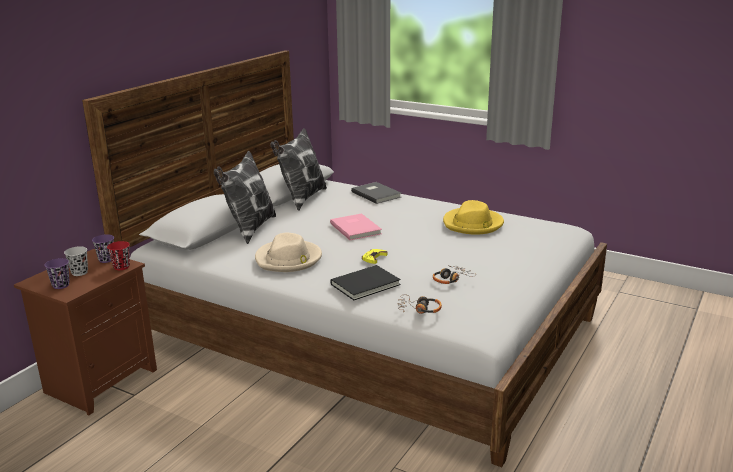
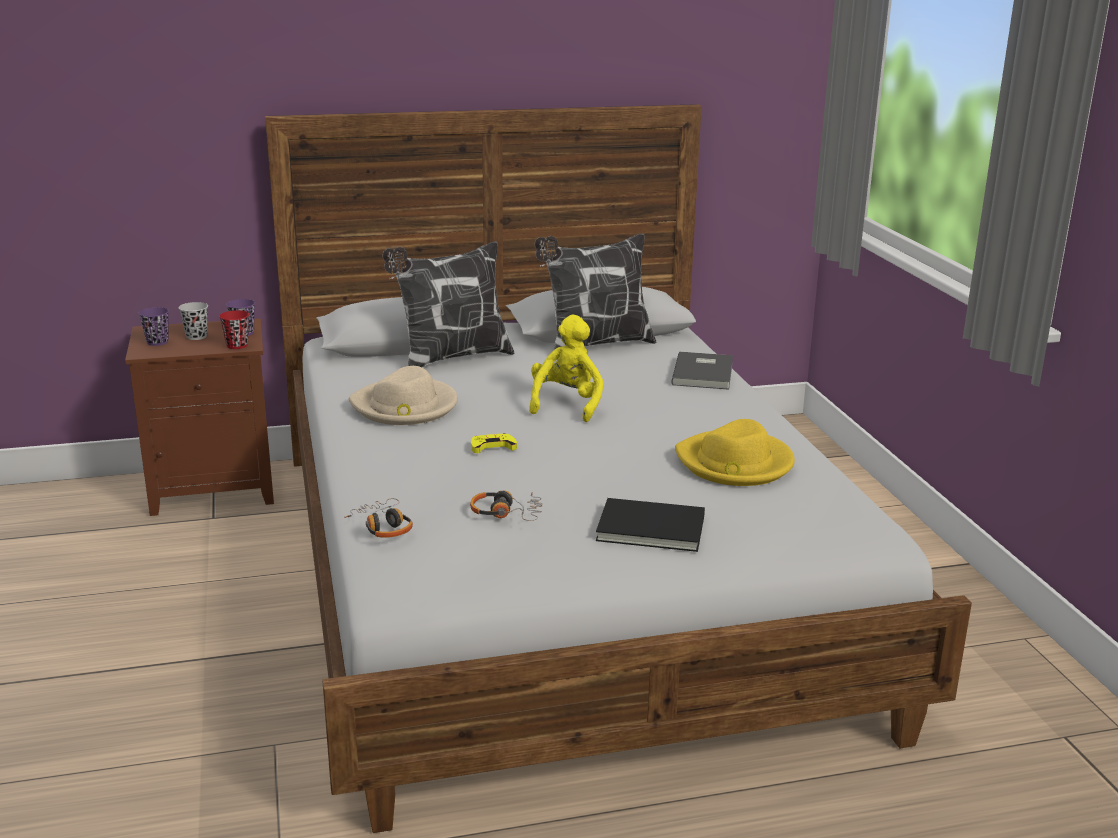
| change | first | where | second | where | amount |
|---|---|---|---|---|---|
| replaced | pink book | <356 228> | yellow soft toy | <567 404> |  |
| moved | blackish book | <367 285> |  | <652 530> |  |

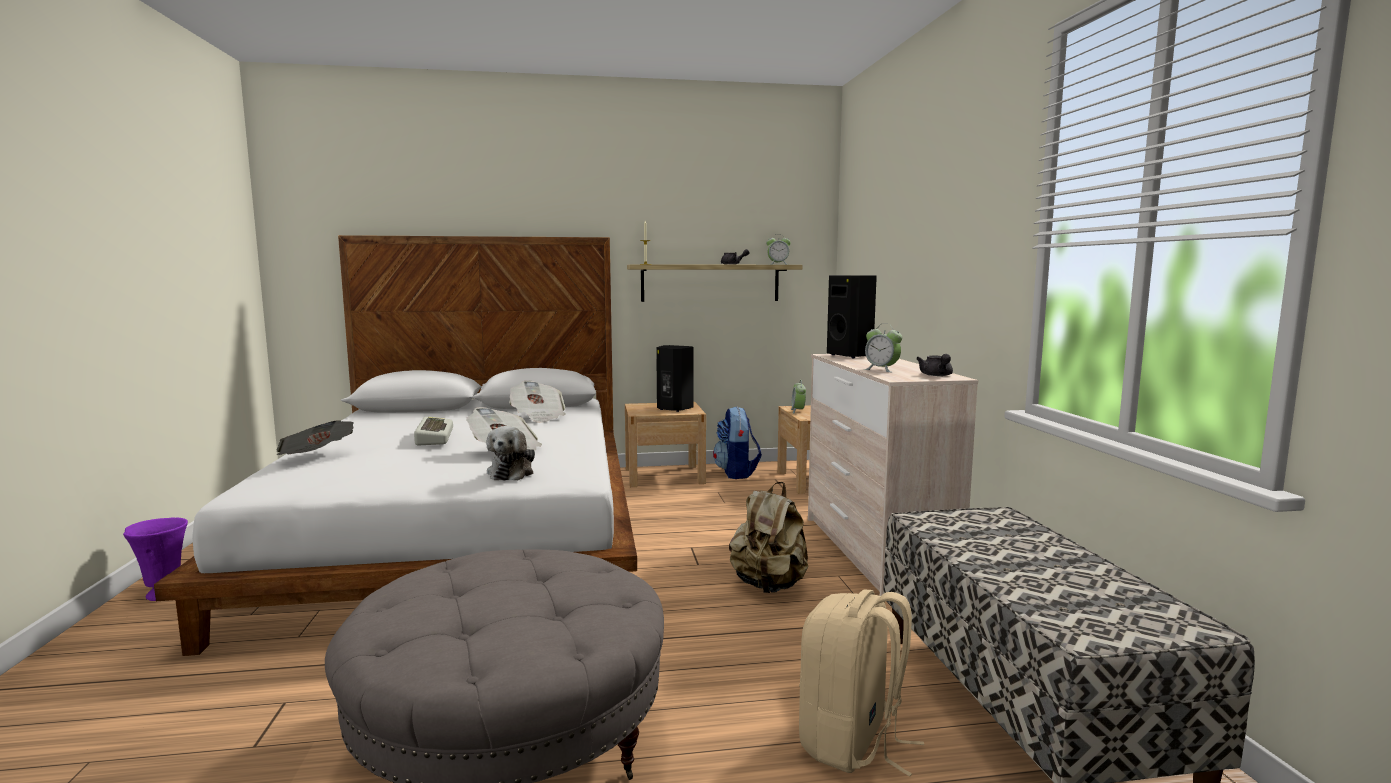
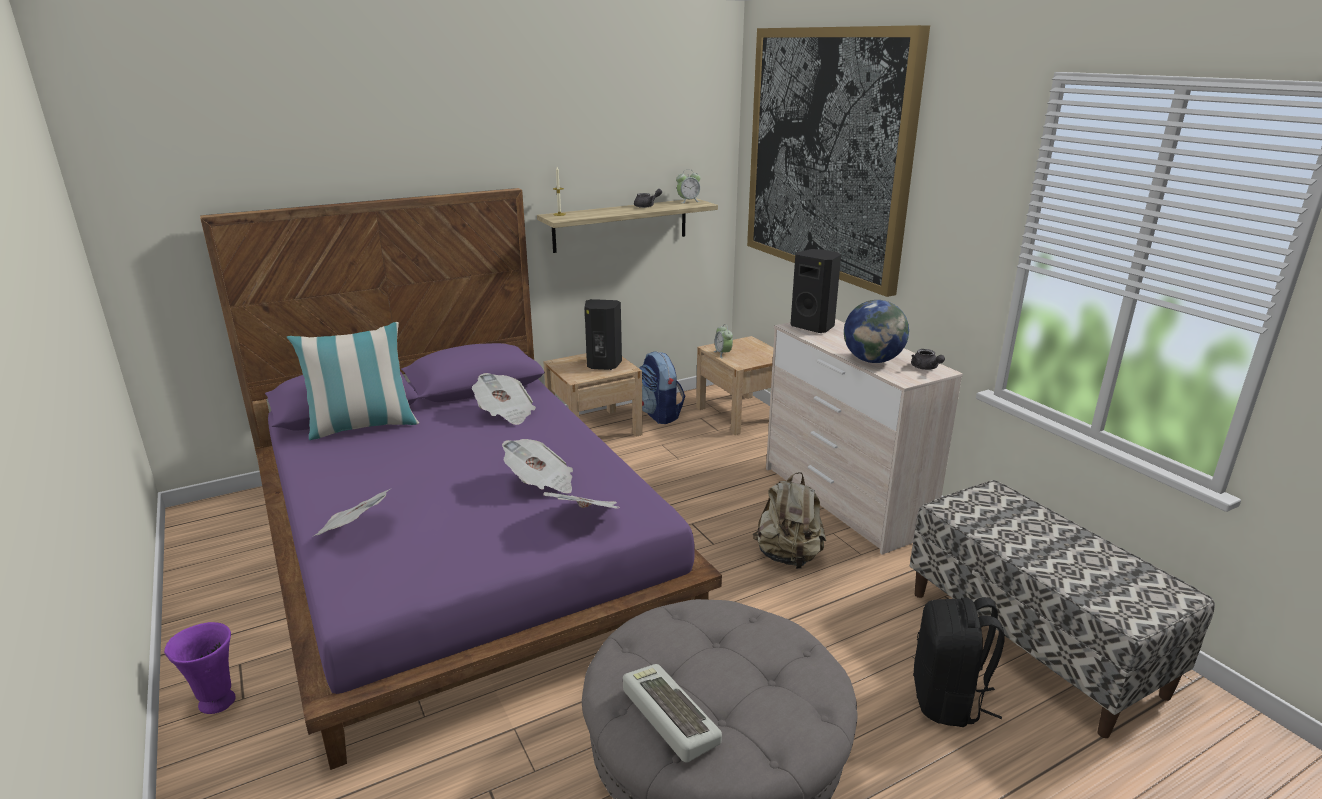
| change | first | where | second | where | amount |
|---|---|---|---|---|---|
| recoloured | whitish bedroom bed | <464 533> | purplish bedroom bed | <463 548> |  |
| replaced | table clock | <882 370> | globe | <872 360> |  |
| moved | keyboard | <433 437> |  | <667 717> |  |
| replaced | soft toy | <512 473> | printed paper | <586 518> |  |
| recoloured | sand-coloured knapsack | <852 743> | blackish knapsack | <948 700> |  |
| added |  |  | wall picture | <827 154> |  |
| added |  |  | pillow | <362 426> |  |

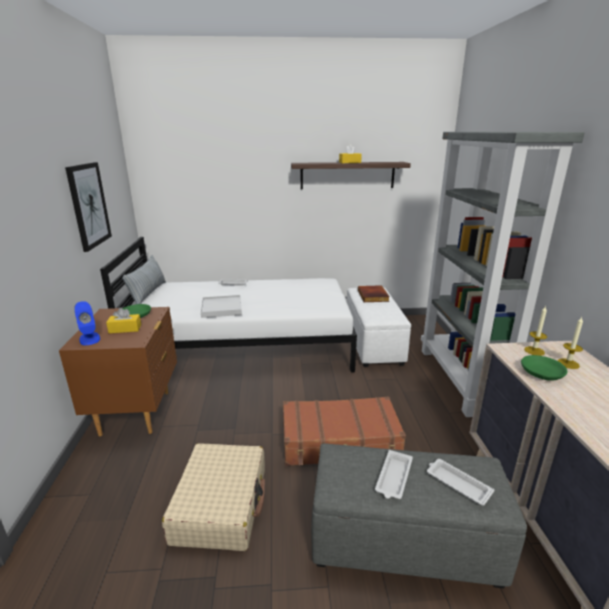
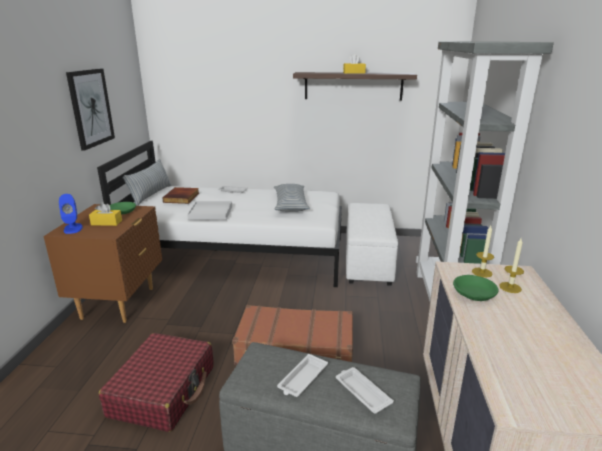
| change | first | where | second | where | amount |
|---|---|---|---|---|---|
| moved | book | <373 296> |  | <182 197> |  |
| recoloured | sand-coloured suitcase | <221 505> | red suitcase | <163 390> |  |
| added |  |  | pillow | <290 204> |  |

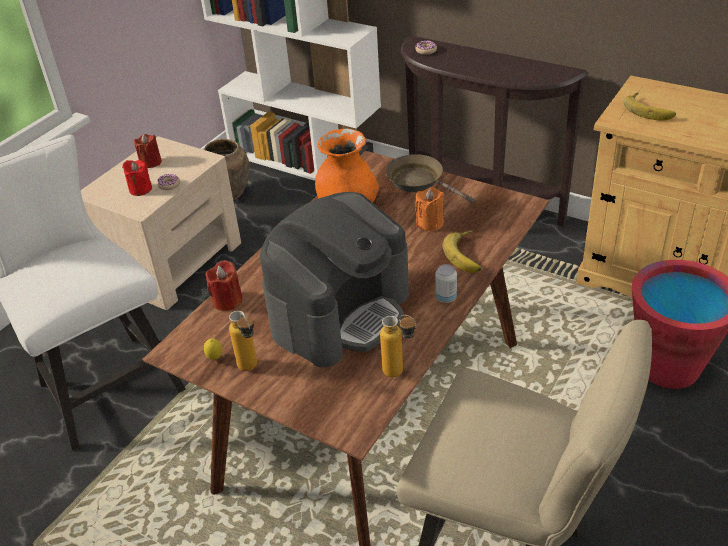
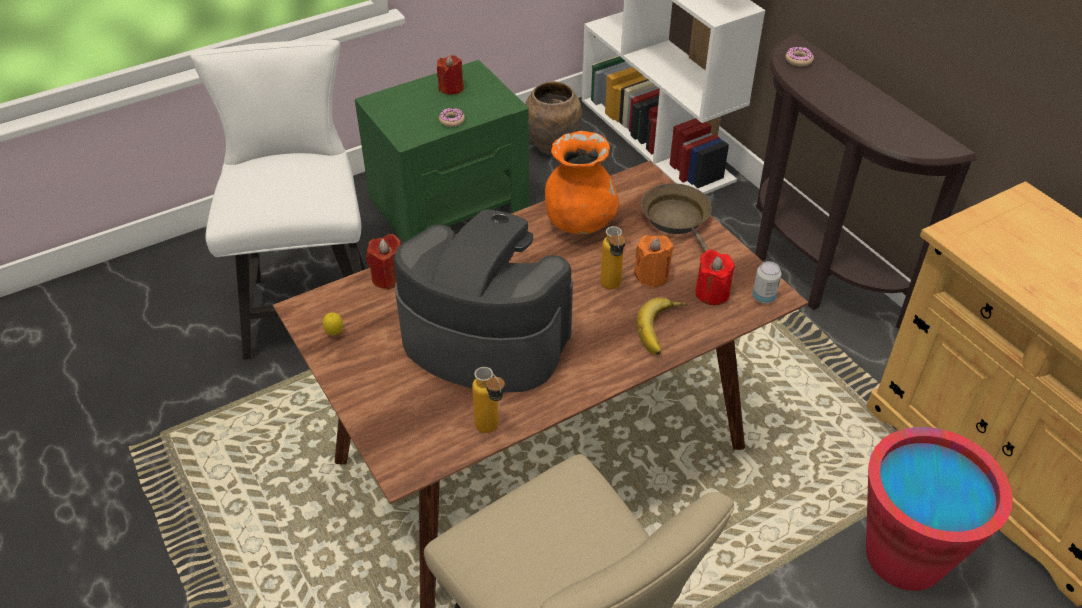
| change | first | where | second | where | amount |
|---|---|---|---|---|---|
| removed | banana fruit | <649 110> |  |  |  |
| recoloured | sand-coloured nightstand | <173 262> | greenish nightstand | <450 202> |  |
| moved | red wax candle | <140 189> |  | <712 293> |  |
| turned | coffee machine | <340 312> |  | <484 338> | 135 degrees counterclockwise |
| moved | can | <446 298> |  | <763 297> |  |
| moved | bottle | <251 370> |  | <611 289> |  |

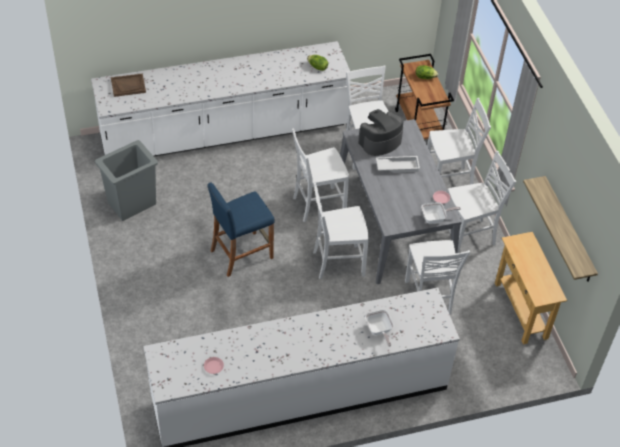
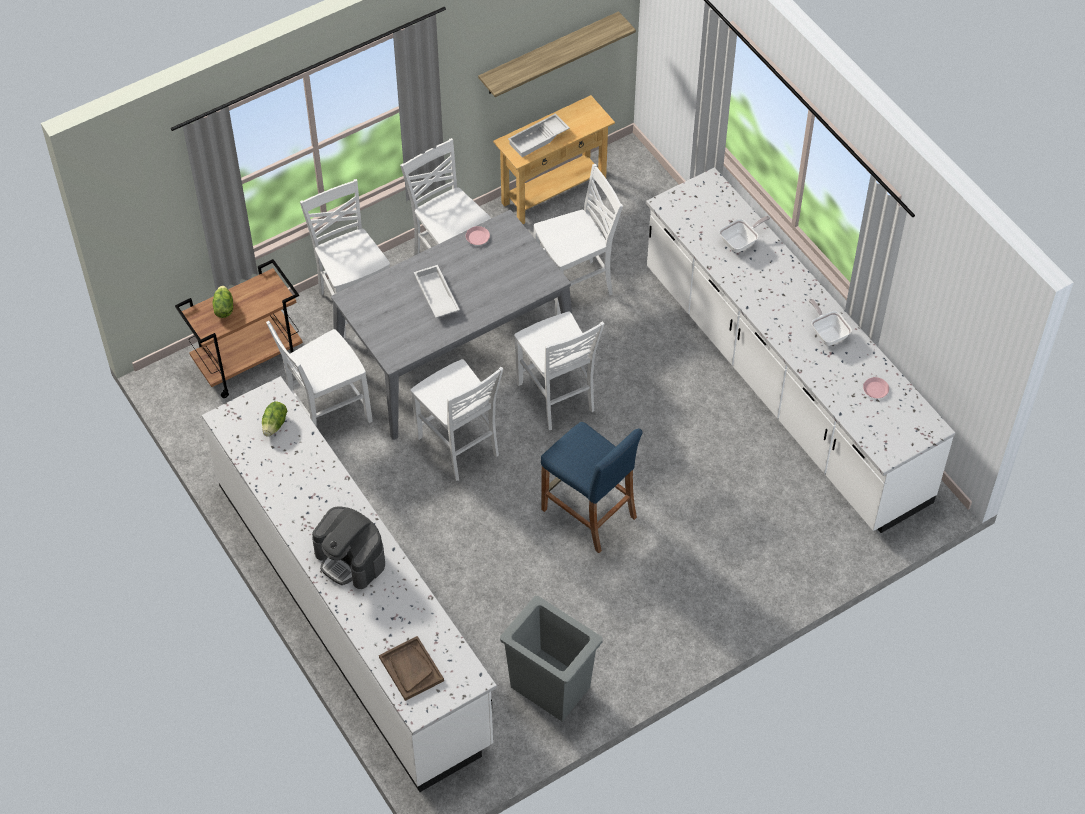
| change | first | where | second | where | amount |
|---|---|---|---|---|---|
| moved | coffee machine | <380 141> |  | <351 559> |  |
| moved | frying pan | <435 218> |  | <827 333> |  |
| added |  |  | whitish tray | <538 139> |  |

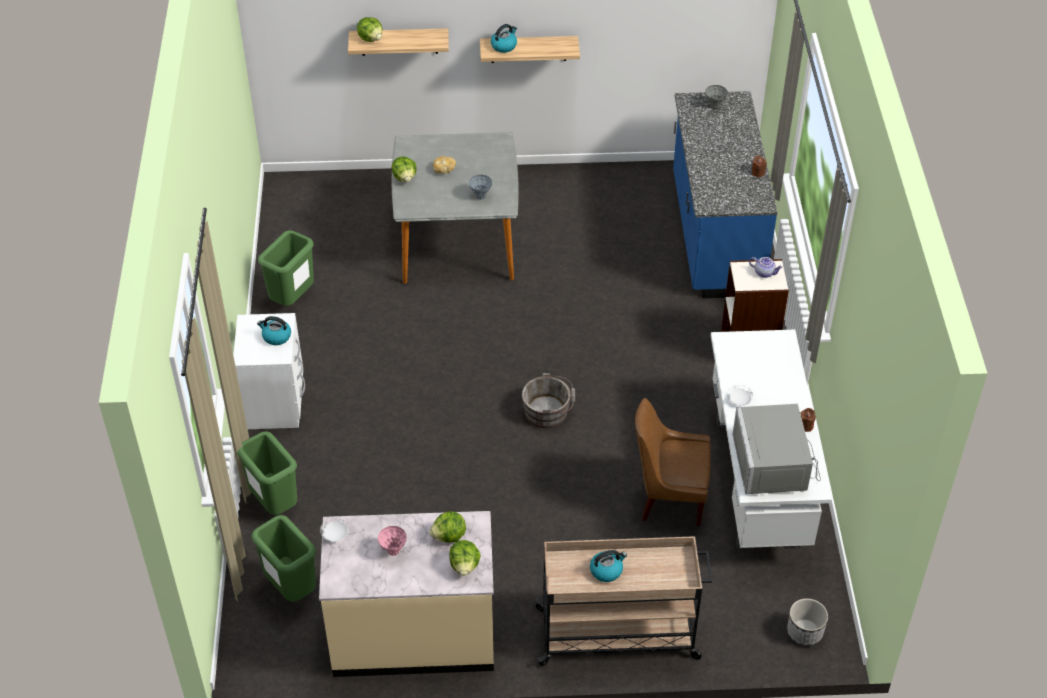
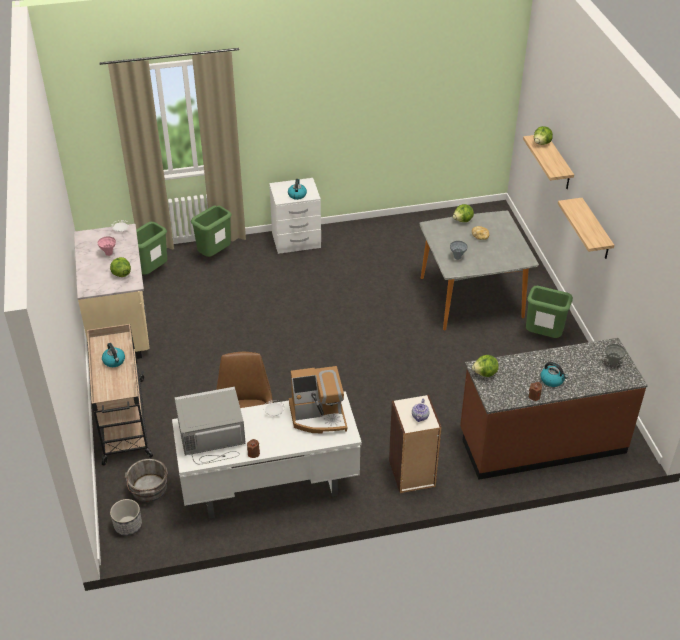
| change | first | where | second | where | amount |
|---|---|---|---|---|---|
| moved | water kettle | <504 46> |  | <552 380> |  |
| recoloured | blue counter | <714 235> | brown-coloured counter | <541 442> |  |
| moved | greenish rubbish bin | <293 300> |  | <542 336> |  |
| moved | grey water bucket | <549 412> |  | <149 490> |  |
| moved | lettuce | <465 566> |  | <485 373> |  |
| added |  |  | coffee machine | <318 416> |  |

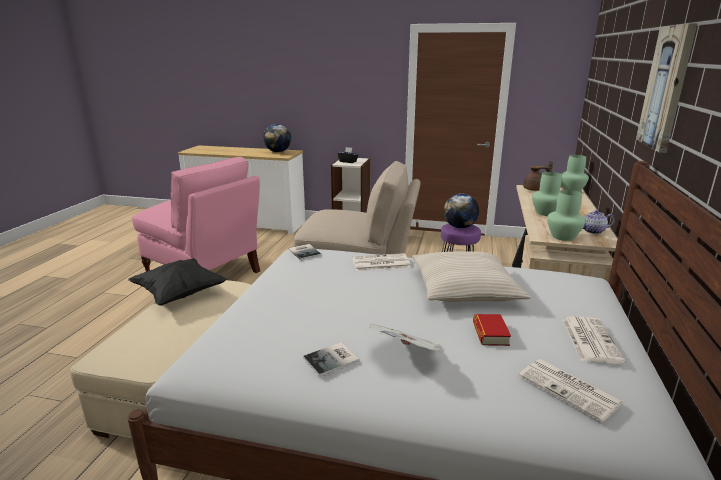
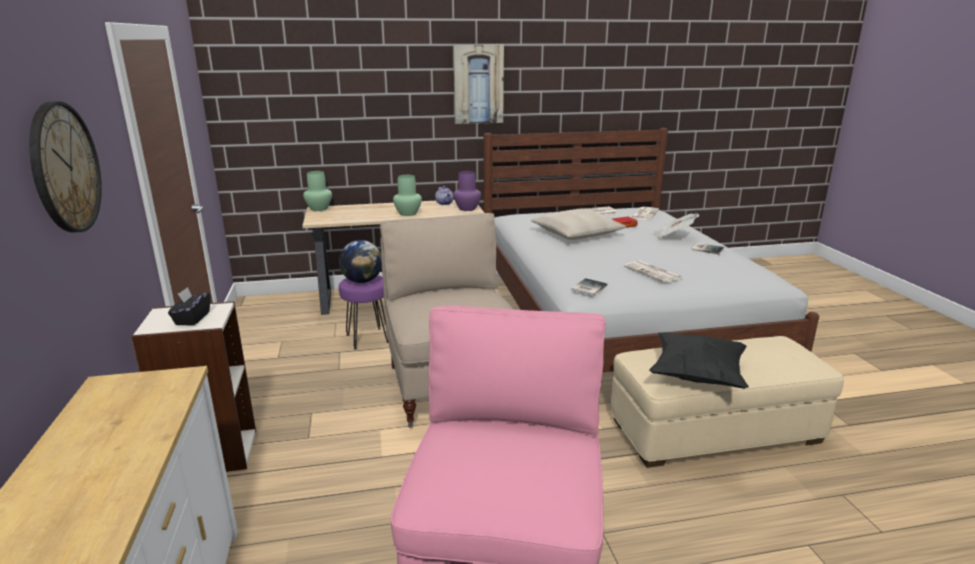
| change | first | where | second | where | amount |
|---|---|---|---|---|---|
| removed | globe | <278 152> |  |  |  |
| removed | brown-coloured pot for tea | <535 189> |  |  |  |
| recoloured | greenish flower vase | <562 237> | purplish flower vase | <467 209> |  |
| moved | printed paper | <380 263> |  | <653 272> |  |
| added |  |  | wall clock | <65 168> |  |

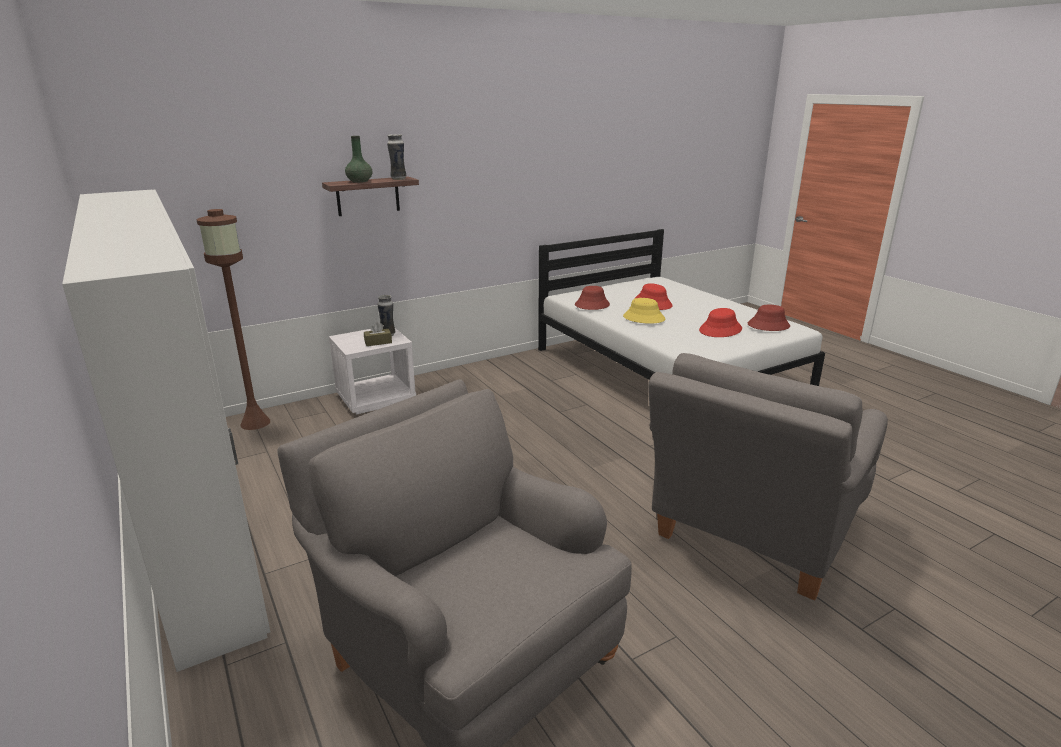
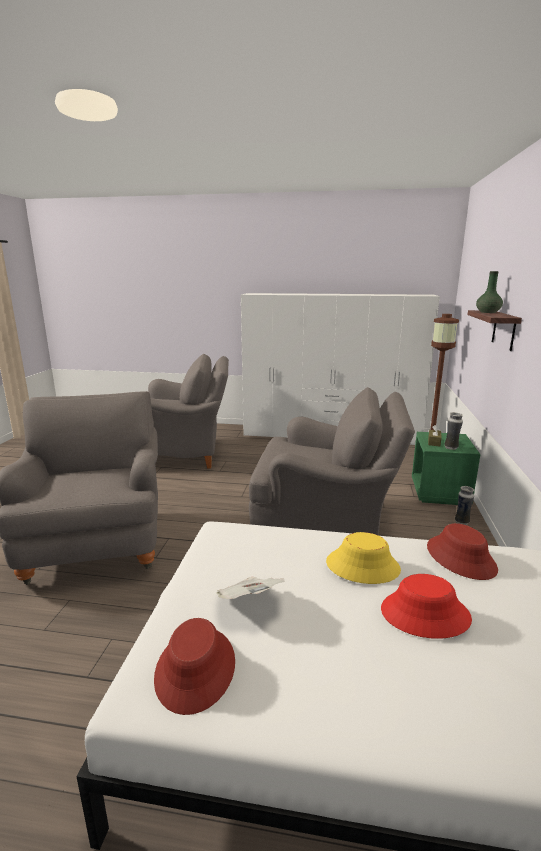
| change | first | where | second | where | amount |
|---|---|---|---|---|---|
| moved | flower vase | <398 179> |  | <462 522> |  |
| replaced | red wearable hat | <720 330> | printed paper | <250 602> |  |
| recoloured | whitish nightstand | <376 398> | greenish nightstand | <440 493> |  |
| added |  |  | grey lounge chair | <326 525> |  |

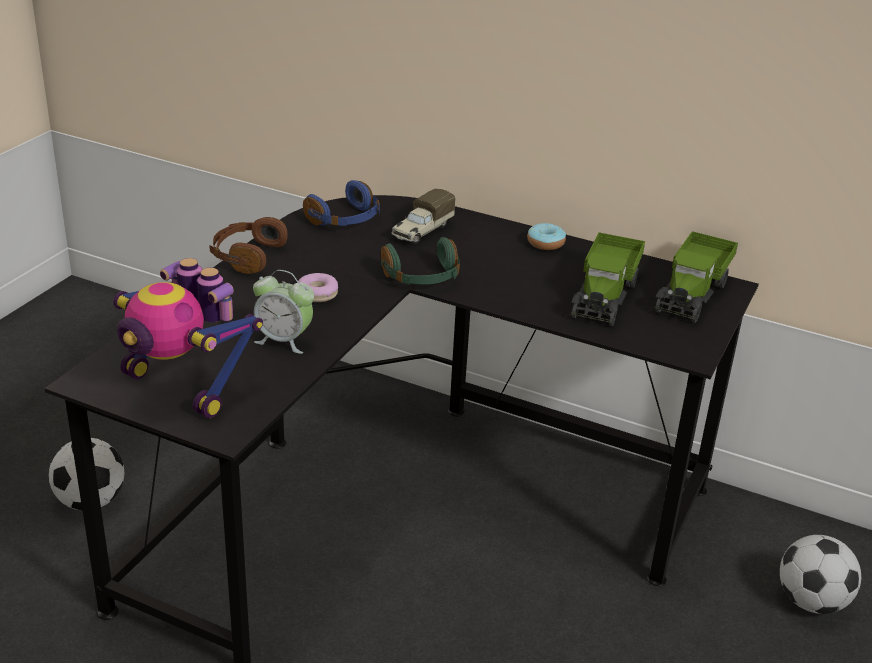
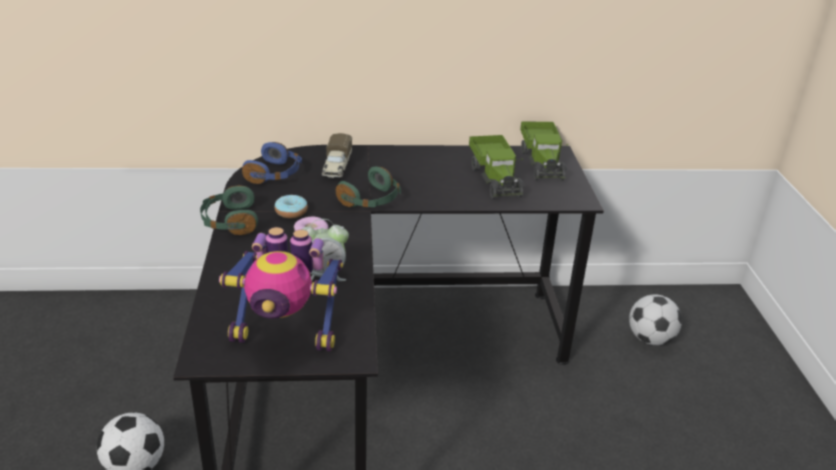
| change | first | where | second | where | amount |
|---|---|---|---|---|---|
| recoloured | brown-coloured headphones | <247 256> | greenish headphones | <229 221> |  |
| moved | donut | <545 243> |  | <291 212> |  |

